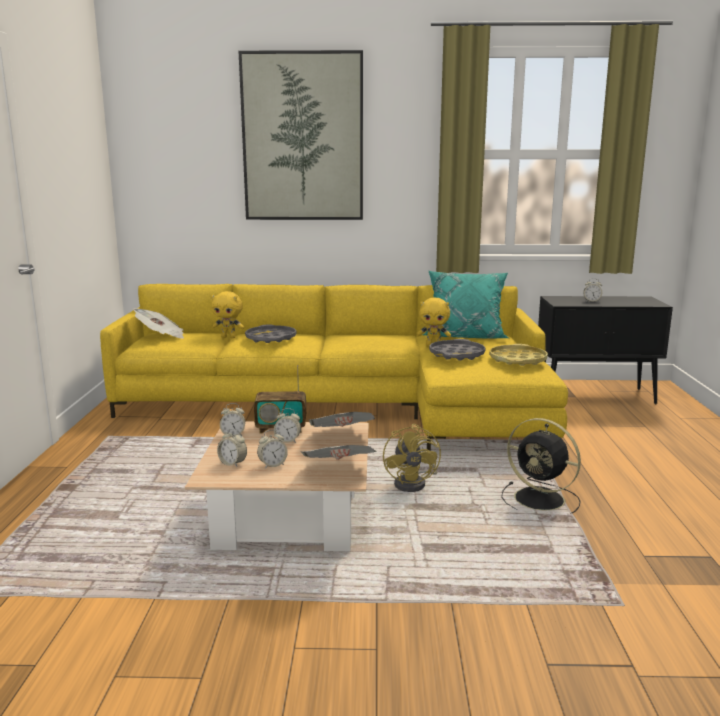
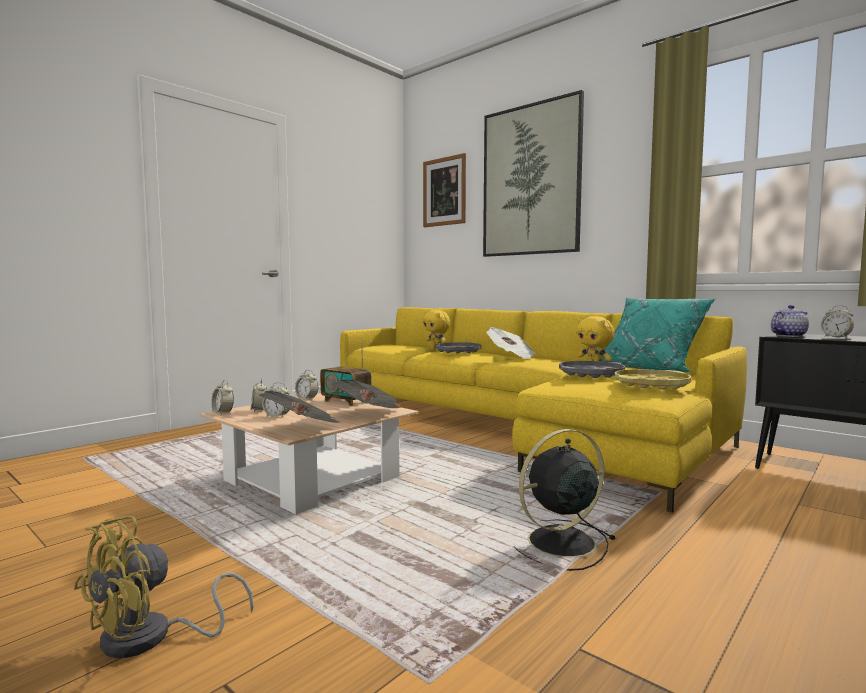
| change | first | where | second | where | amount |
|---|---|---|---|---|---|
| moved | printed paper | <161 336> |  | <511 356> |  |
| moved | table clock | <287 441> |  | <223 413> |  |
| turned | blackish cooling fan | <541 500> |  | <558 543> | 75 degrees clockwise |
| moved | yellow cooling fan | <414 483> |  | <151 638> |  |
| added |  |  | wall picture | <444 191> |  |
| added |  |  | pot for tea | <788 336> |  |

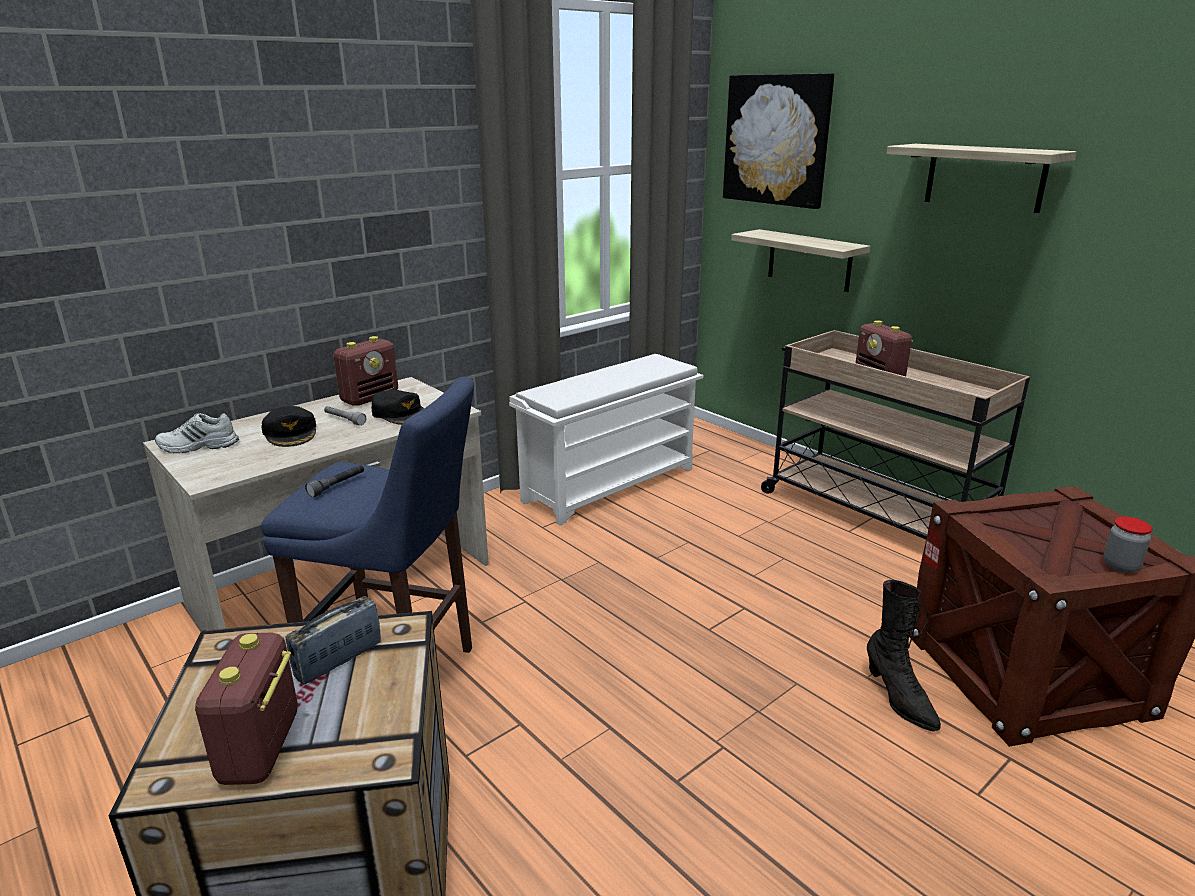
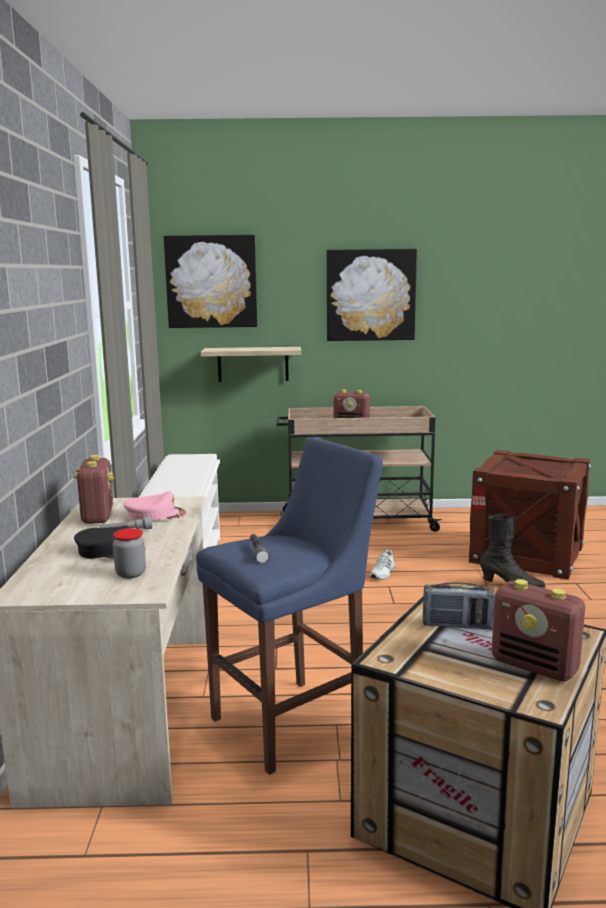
| change | first | where | second | where | amount |
|---|---|---|---|---|---|
| replaced | shelf | <985 177> | wall picture | <370 295> |  |
| recoloured | blackish peaked cap | <400 413> | pink peaked cap | <155 515> |  |
| moved | whitish low shoe | <198 446> |  | <383 573> |  |
| moved | storage jar | <1120 566> |  | <131 574> |  |
| turned | radio | <338 660> |  | <457 625> | 75 degrees counterclockwise |

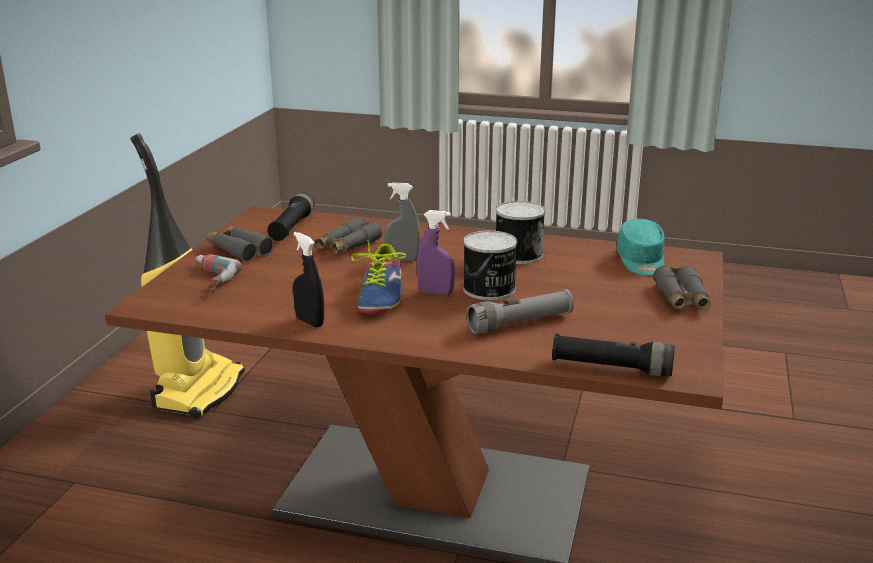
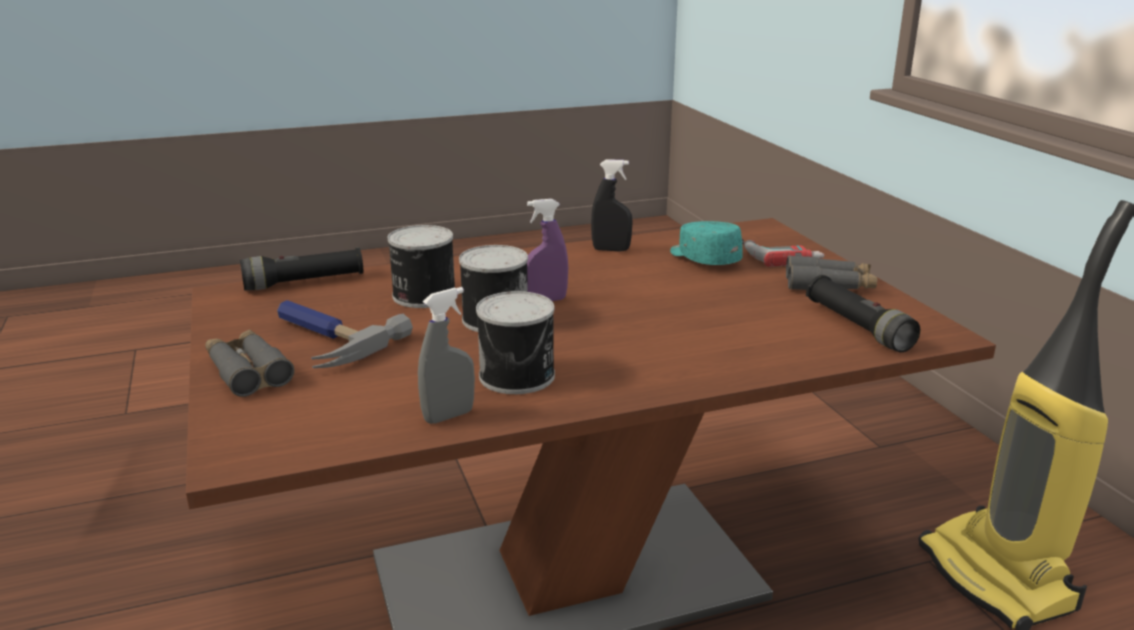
| change | first | where | second | where | amount |
|---|---|---|---|---|---|
| moved | grey spray bottle | <402 260> |  | <448 416> |  |
| removed | grey field glasses | <347 246> |  |  |  |
| moved | turquoise-coloured peaked cap | <641 261> |  | <703 259> |  |
| removed | low shoe | <381 295> |  |  |  |
| replaced | grey flashlight | <520 323> | can | <422 295> |  |
| added |  |  | hammer | <324 339> |  |

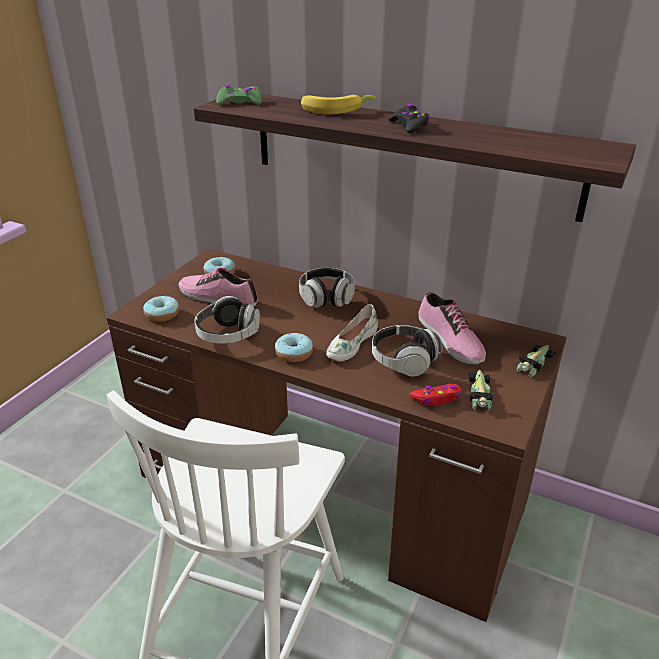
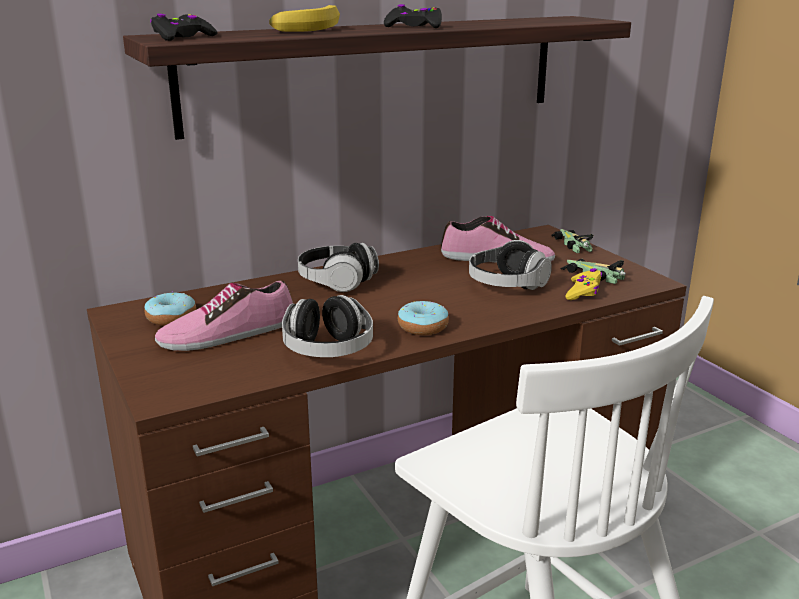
| change | first | where | second | where | amount |
|---|---|---|---|---|---|
| recoloured | greenish gamepad | <239 102> | blackish gamepad | <182 37> |  |
| removed | donut | <162 314> |  |  |  |
| removed | whitish low shoe | <351 344> |  |  |  |
| recoloured | red gamepad | <436 399> | yellow gamepad | <583 291> |  |

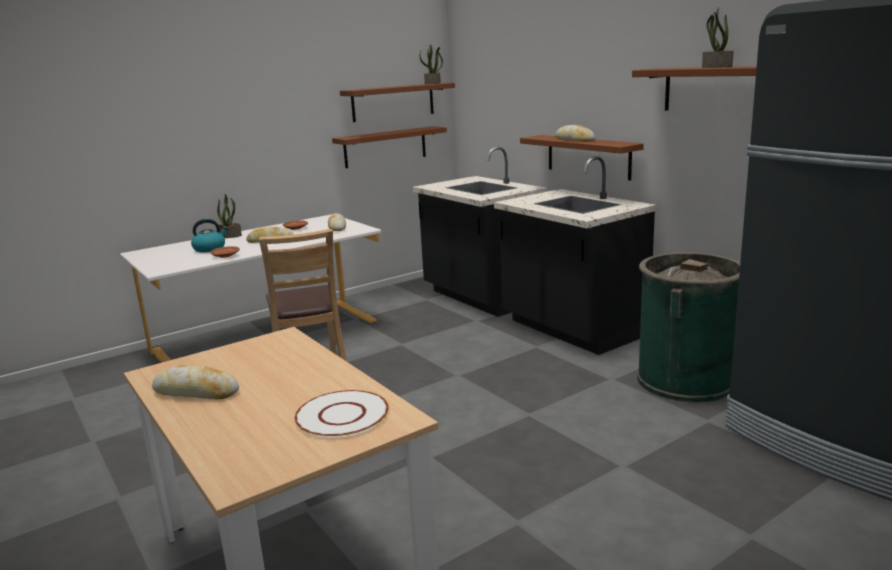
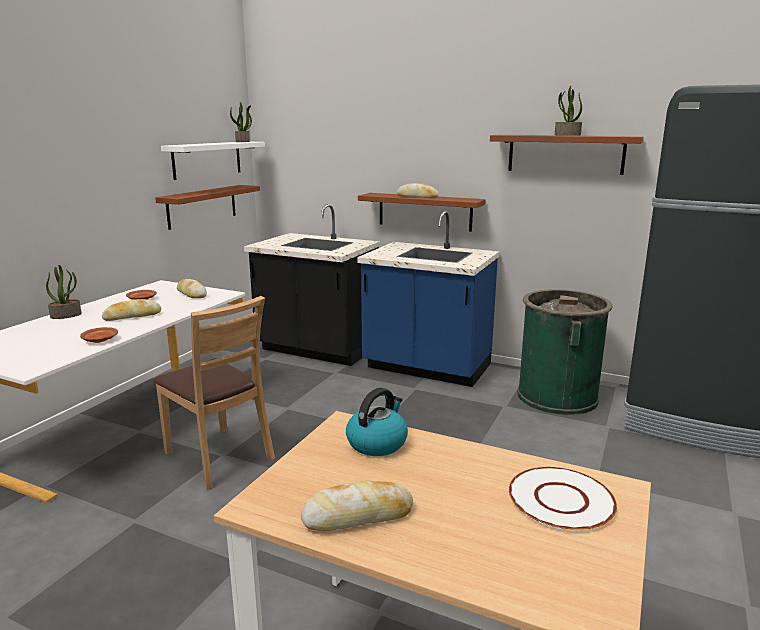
| change | first | where | second | where | amount |
|---|---|---|---|---|---|
| recoloured | brown-coloured shelf | <393 102> | whitish shelf | <207 159> |  |
| recoloured | blackish counter | <571 329> | blue counter | <426 368> |  |
| moved | water kettle | <210 249> |  | <377 442> |  |

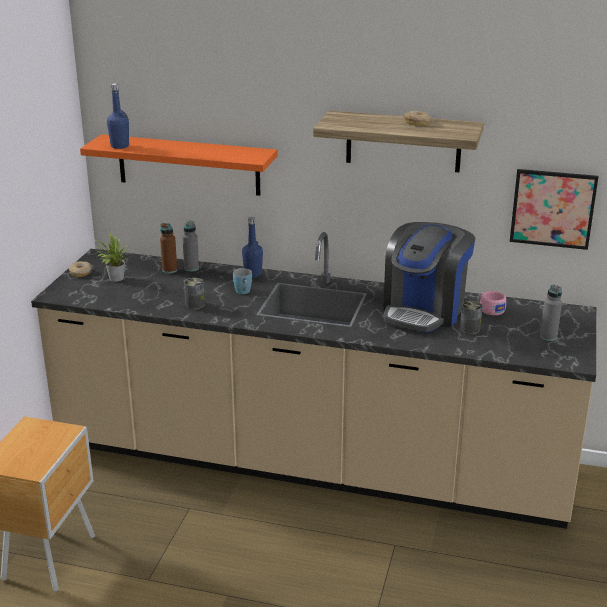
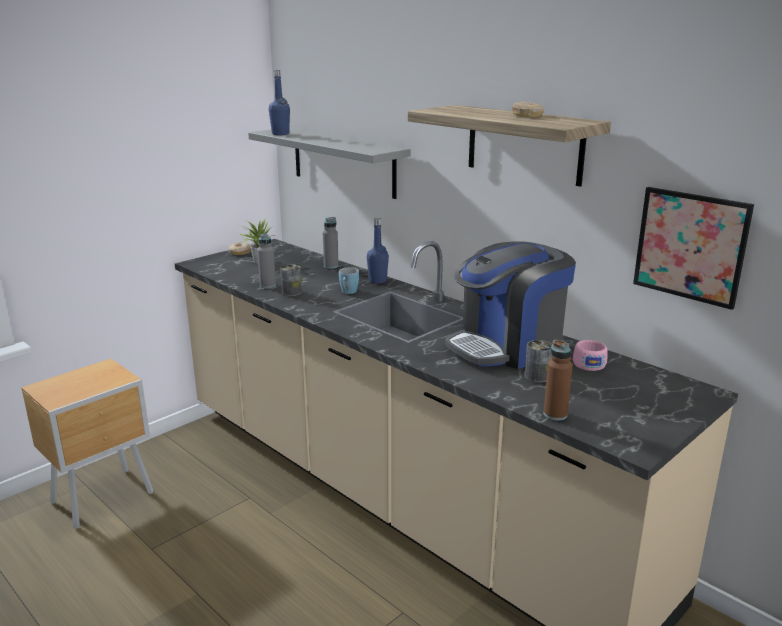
| change | first | where | second | where | amount |
|---|---|---|---|---|---|
| recoloured | orange-coloured shelf | <188 165> | grey shelf | <343 162> |  |
| moved | brown-coloured bottle | <169 270> |  | <555 414> |  |
| moved | grey bottle | <548 337> |  | <267 285> |  |

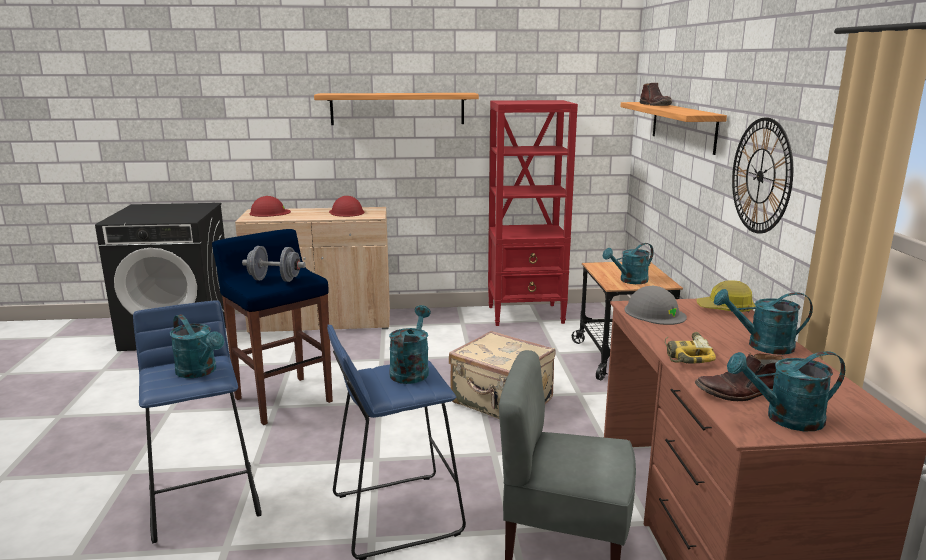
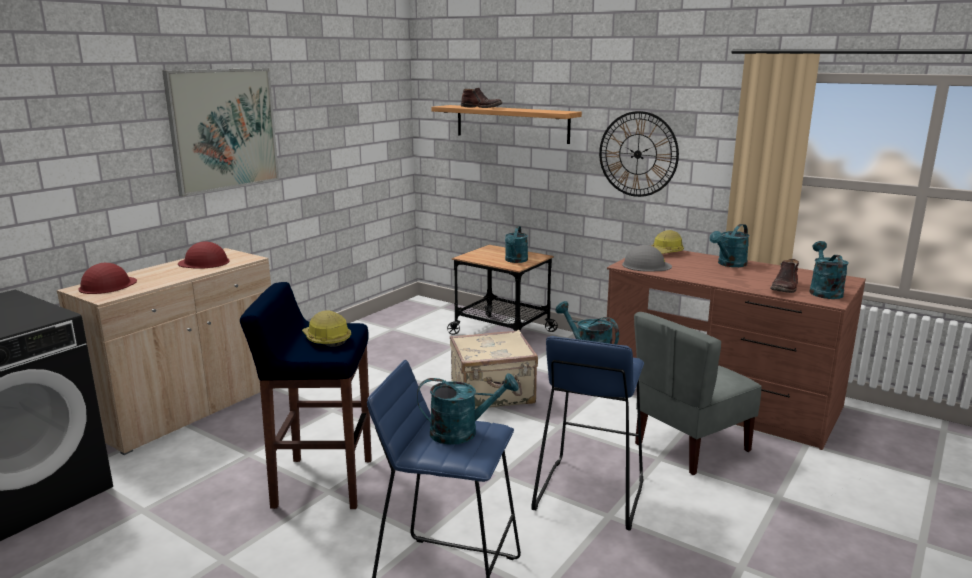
| change | first | where | second | where | amount |
|---|---|---|---|---|---|
| replaced | shelf | <397 108> | wall picture | <223 129> |  |
| removed | red bookcase | <526 315> |  |  |  |
| replaced | grey hand weight | <275 280> | safety helmet | <326 339> |  |
| removed | drill | <685 355> |  |  |  |
| turned | turquoise-coloured sprinkling can | <785 418> |  | <823 291> | 150 degrees clockwise |

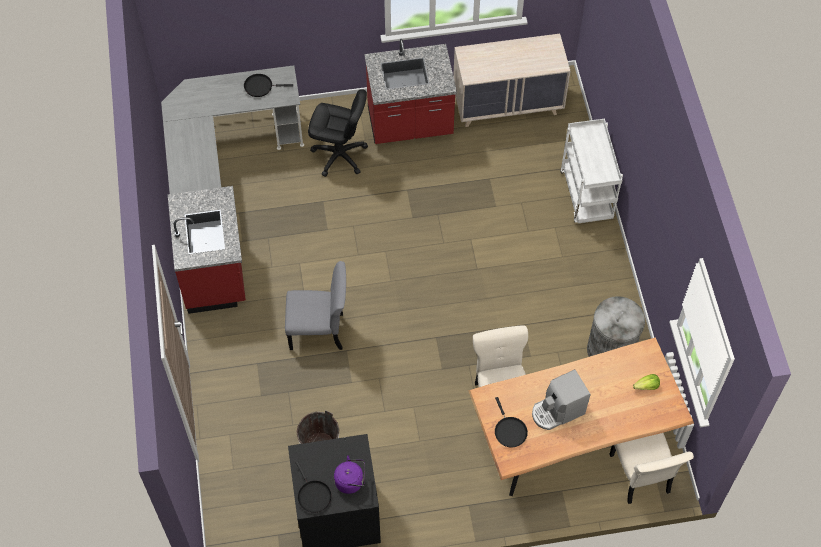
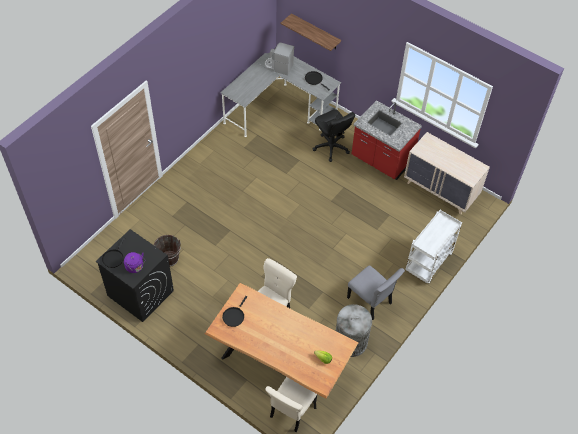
| change | first | where | second | where | amount |
|---|---|---|---|---|---|
| removed | red counter | <215 273> |  |  |  |
| moved | grey plain chair | <319 331> |  | <370 302> |  |
| moved | coffee machine | <557 411> |  | <278 66> |  |
| added |  |  | shelf | <315 32> |  |

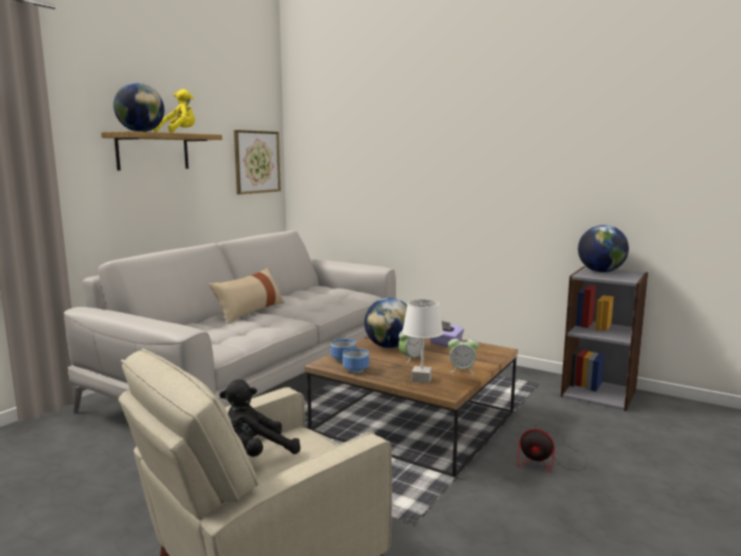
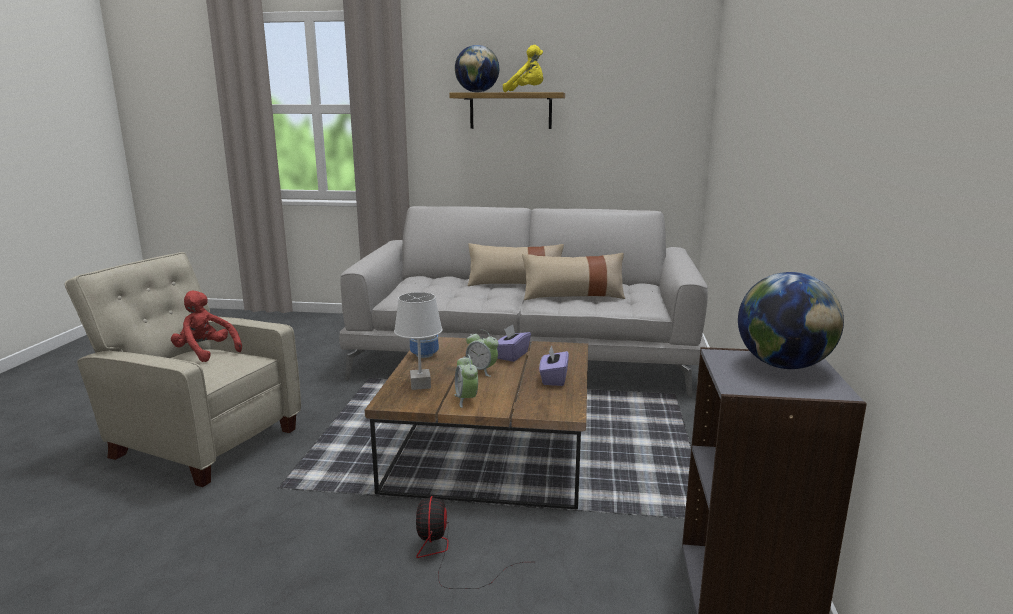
| change | first | where | second | where | amount |
|---|---|---|---|---|---|
| removed | wall picture | <257 162> |  |  |  |
| replaced | globe | <389 346> | purplish tissue holder | <511 355> |  |
| removed | serving bowl | <342 359> |  |  |  |
| recoloured | blackish soft toy | <255 454> | red soft toy | <206 352> |  |
| added |  |  | sand-coloured pillow | <573 296> |  |

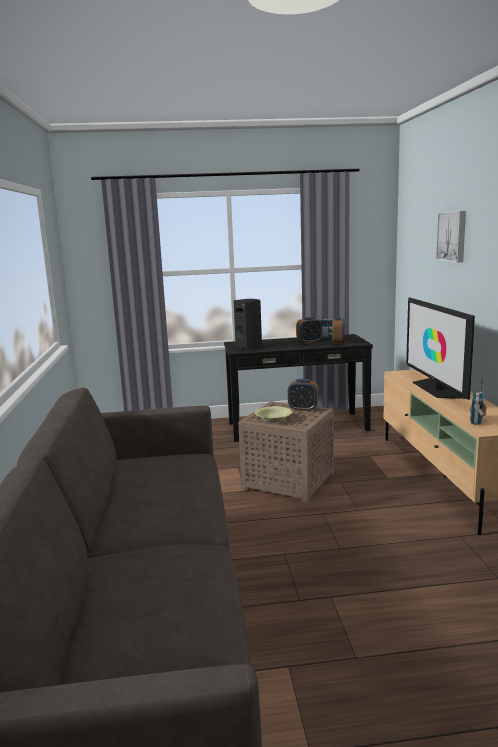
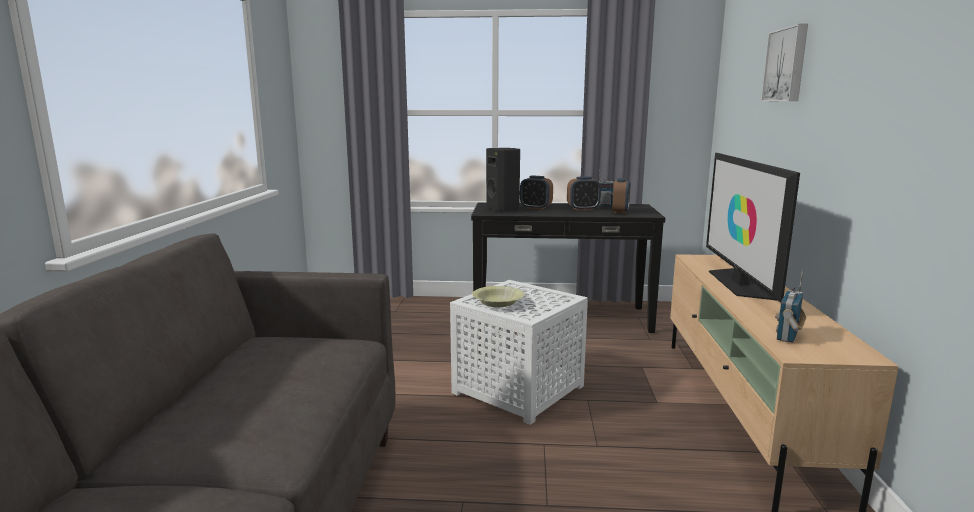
| change | first | where | second | where | amount |
|---|---|---|---|---|---|
| moved | table clock | <303 409> |  | <536 208> |  |
| recoloured | brown-coloured side table | <290 481> | whitish side table | <520 389> |  |

